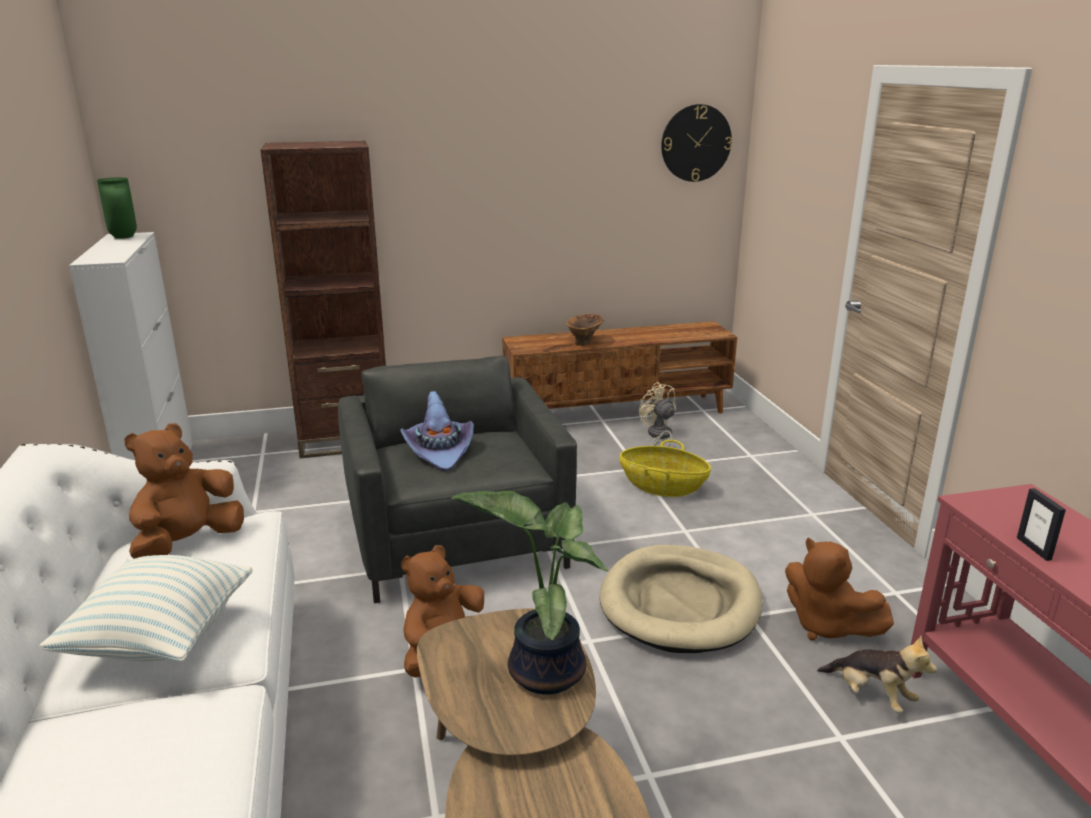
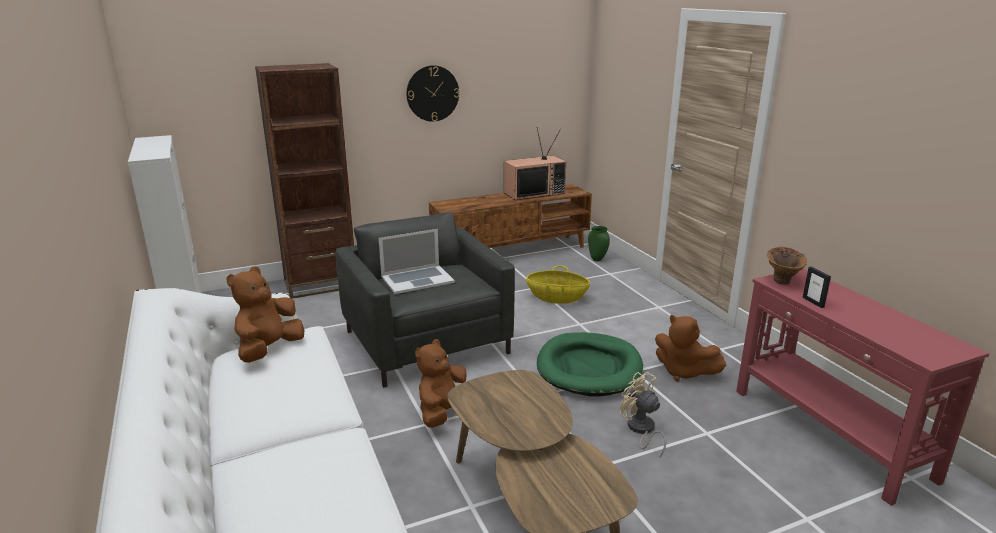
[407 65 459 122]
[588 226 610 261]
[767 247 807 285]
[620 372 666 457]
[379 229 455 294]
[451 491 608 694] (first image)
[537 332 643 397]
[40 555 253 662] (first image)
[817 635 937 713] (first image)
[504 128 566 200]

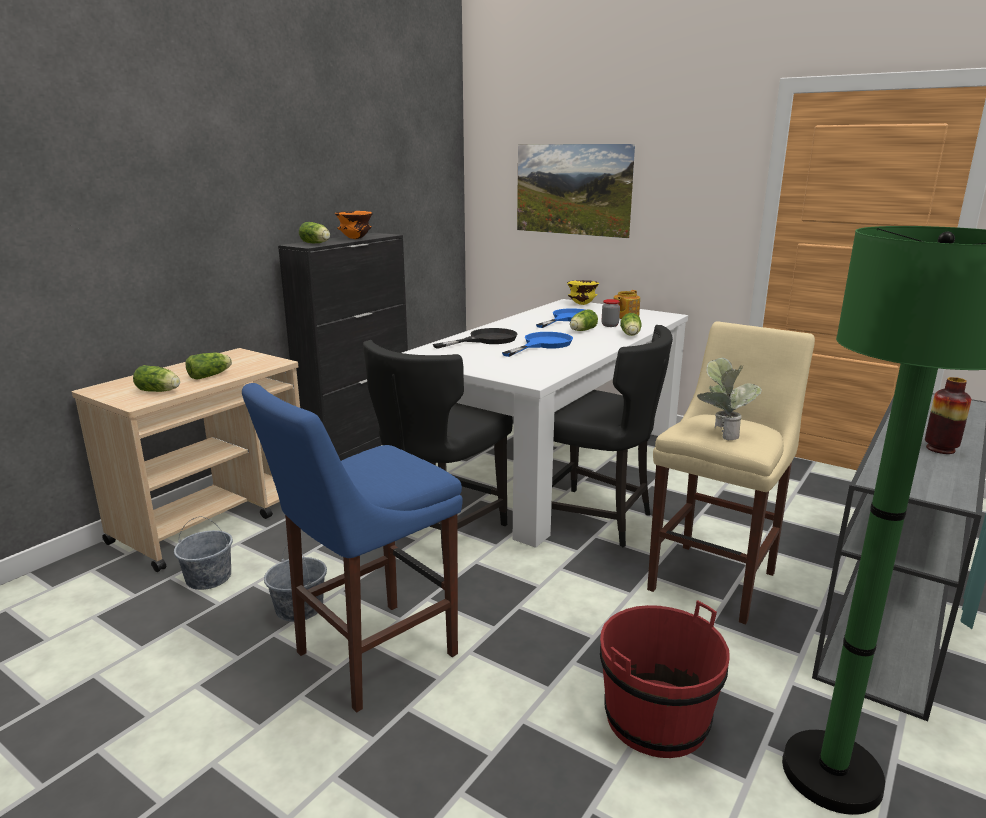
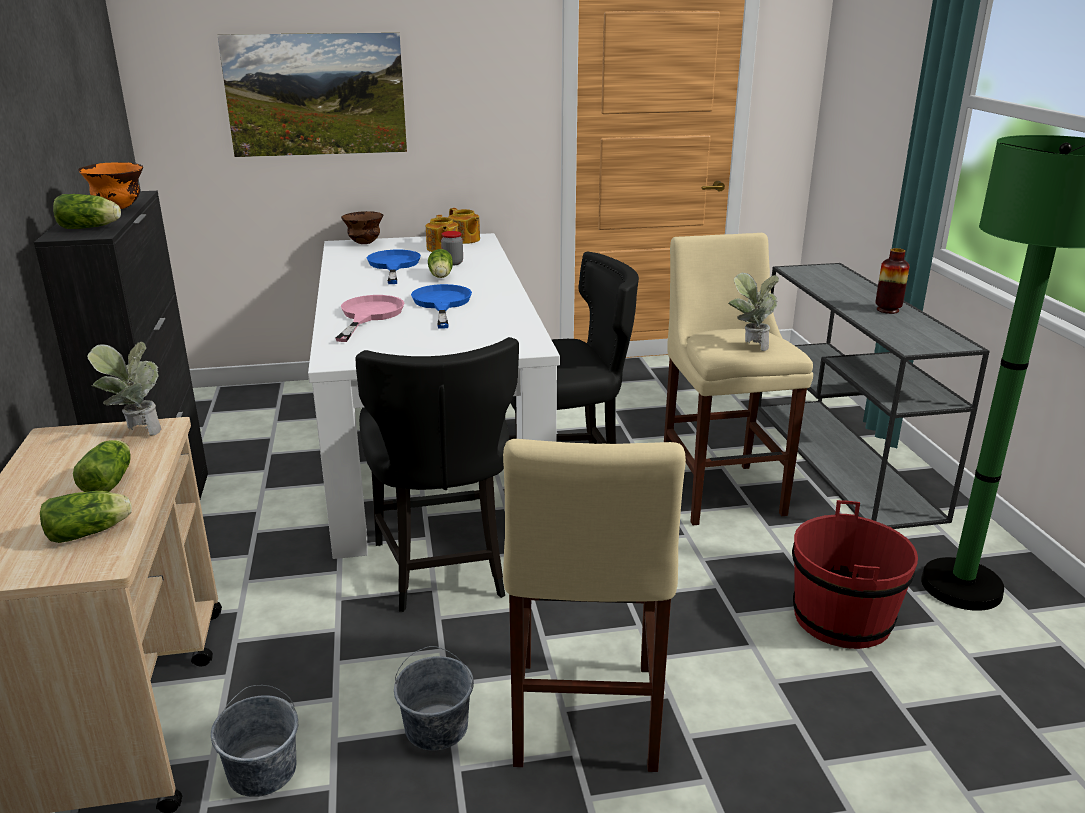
[341 211 383 244]
[620 313 642 336] (first image)
[336 295 404 342]
[503 439 686 772]
[448 208 480 244]
[87 342 161 436]

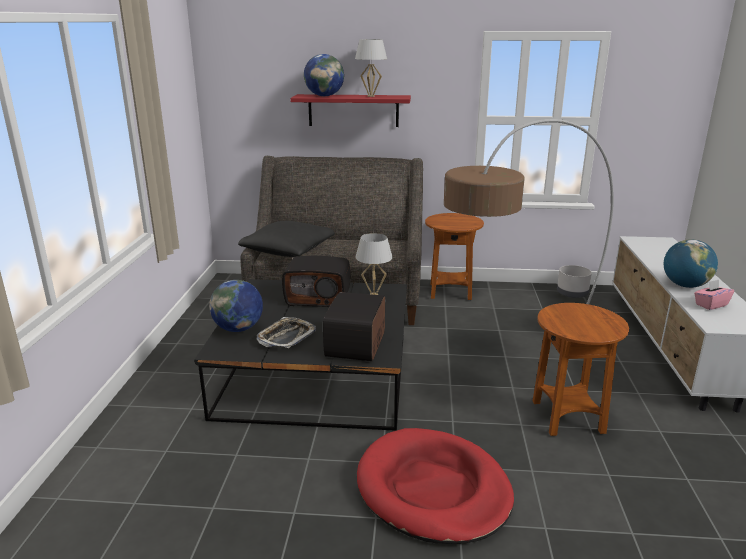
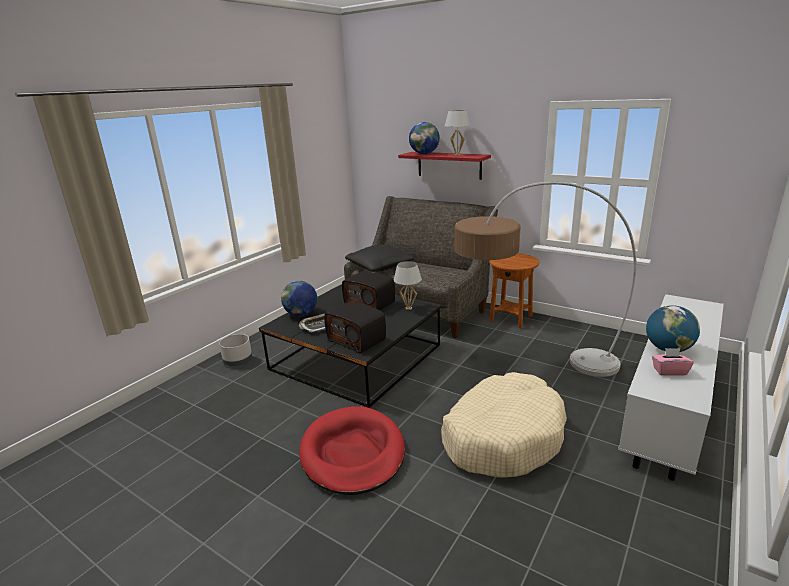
[219 334 252 366]
[324 302 386 354]
[441 372 567 478]

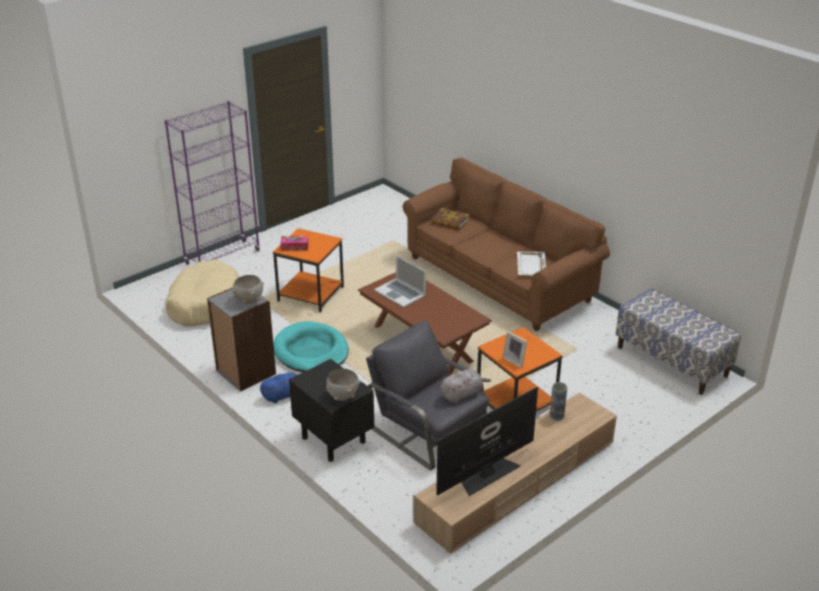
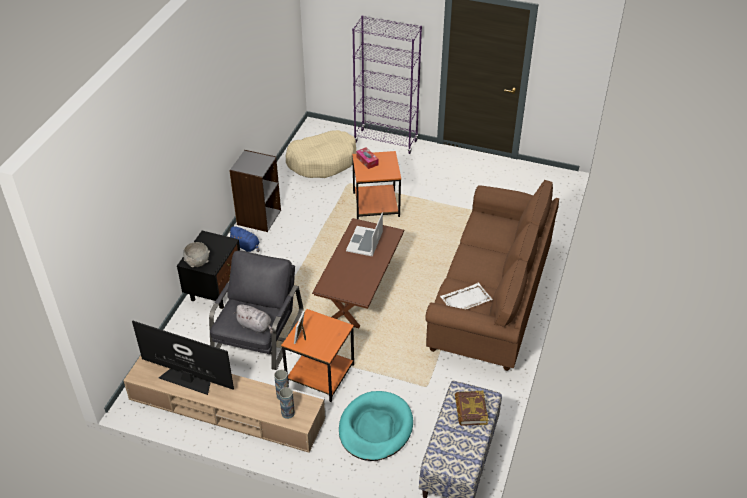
[455 391 488 426]
[232 275 264 304] (first image)
[339 391 413 461]
[279 387 295 419]

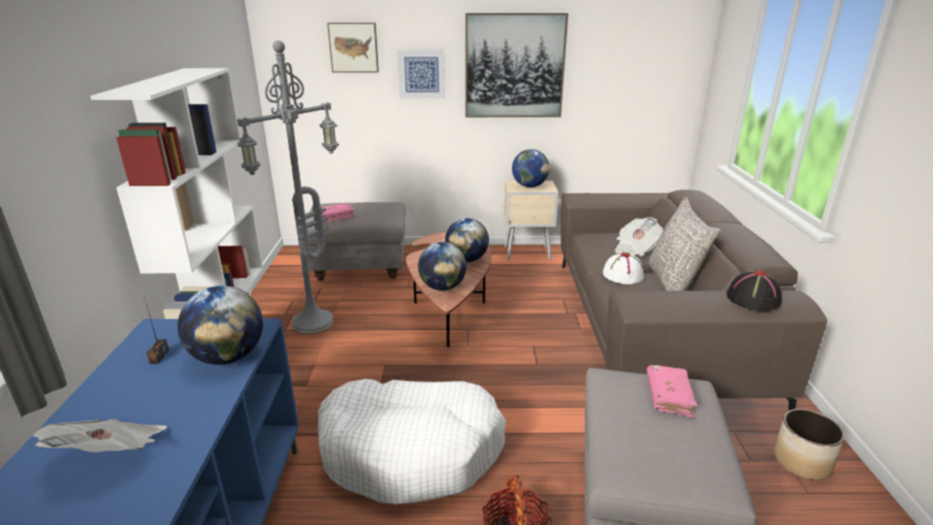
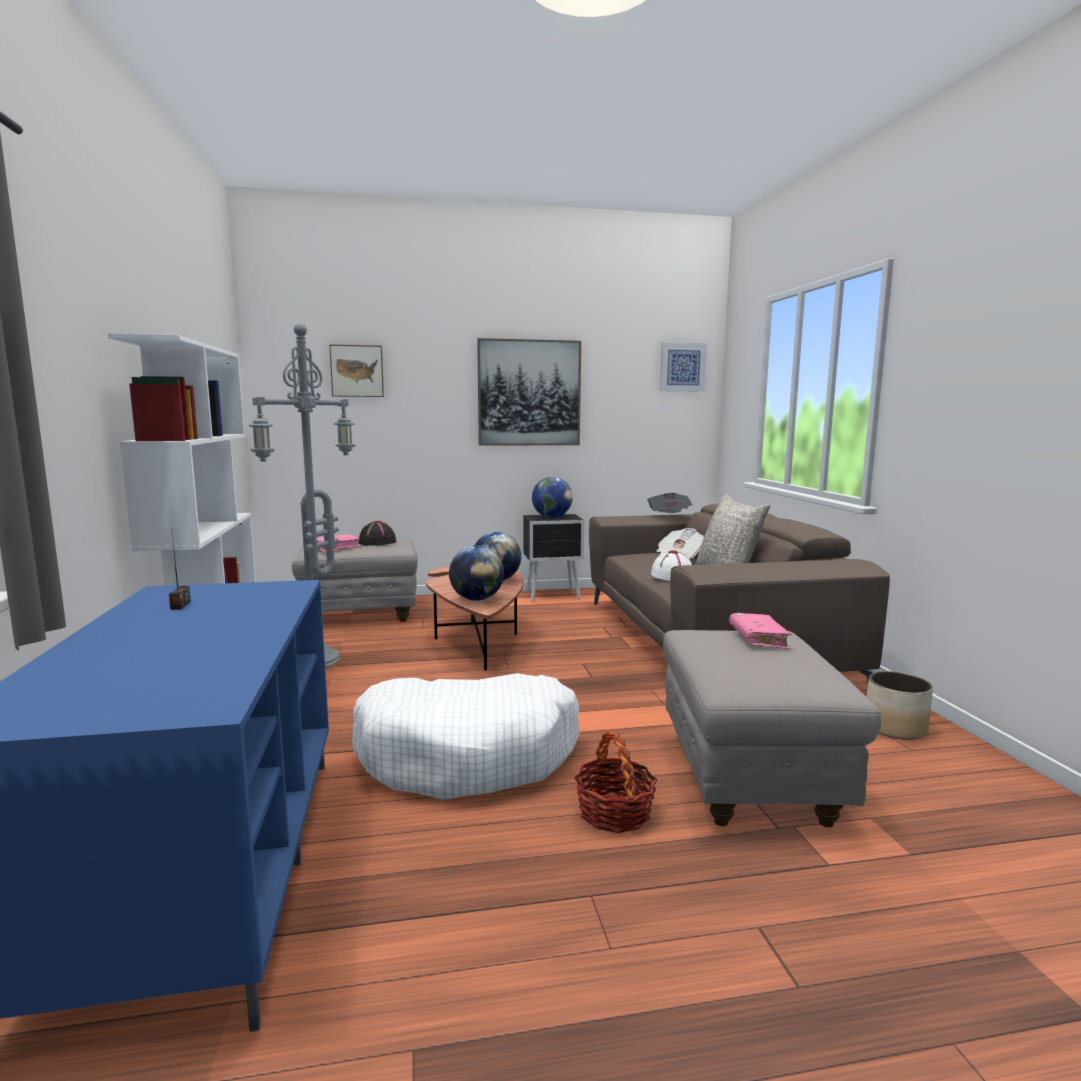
[660 343 707 392]
[523 514 584 602]
[358 521 396 546]
[177 286 263 365] (first image)
[647 493 692 513]

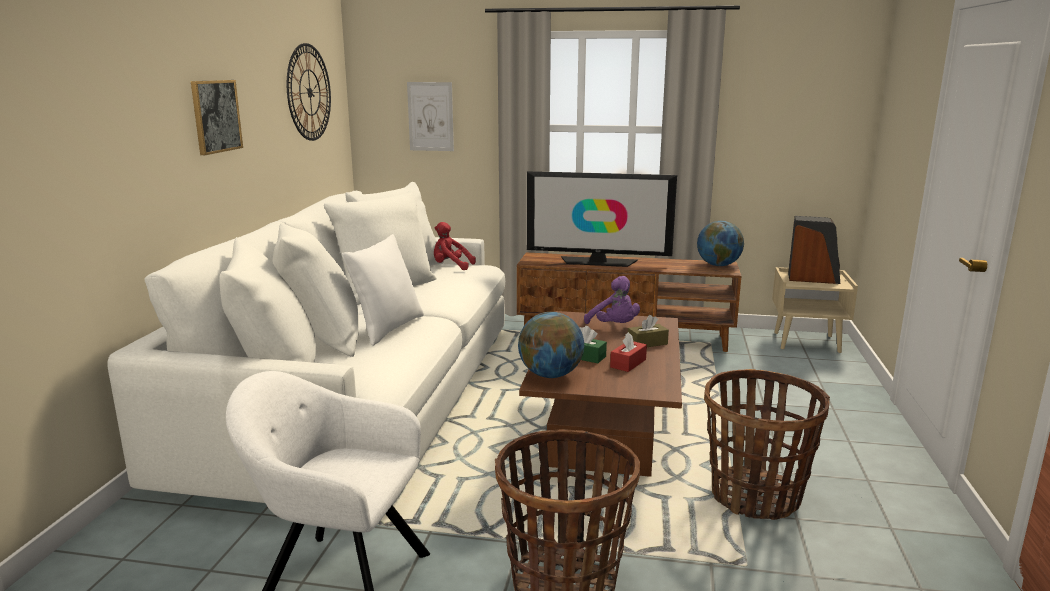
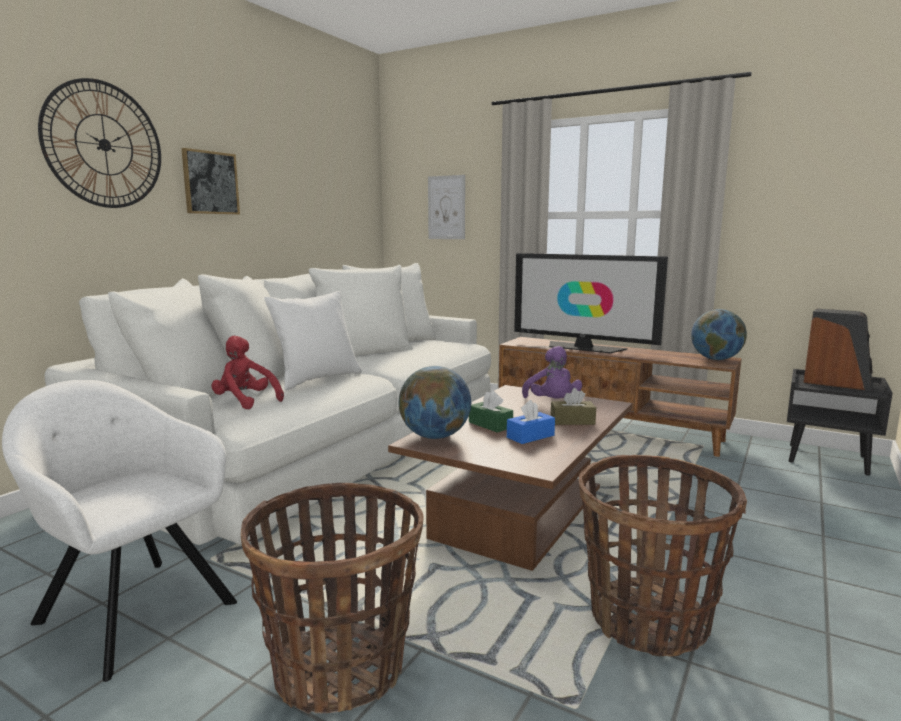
[38 78 161 208]
[211 335 284 409]
[787 369 893 476]
[507 400 555 444]

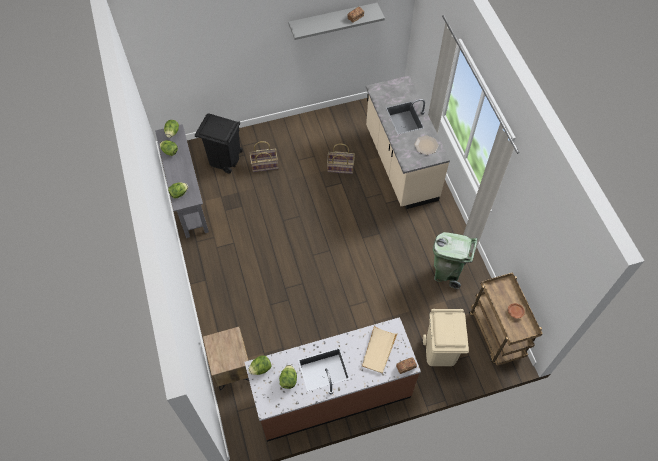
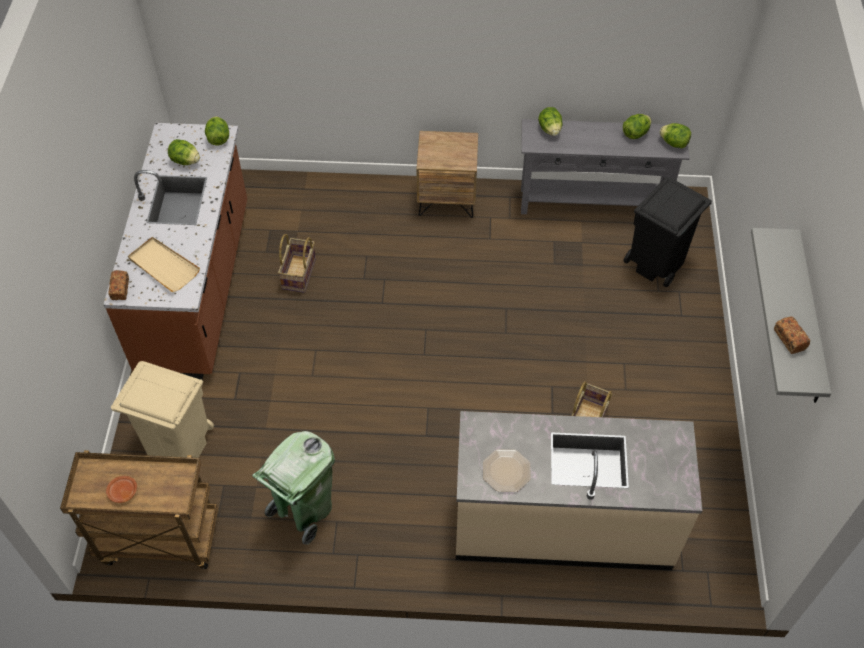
[278 234 316 293]
[416 131 478 218]

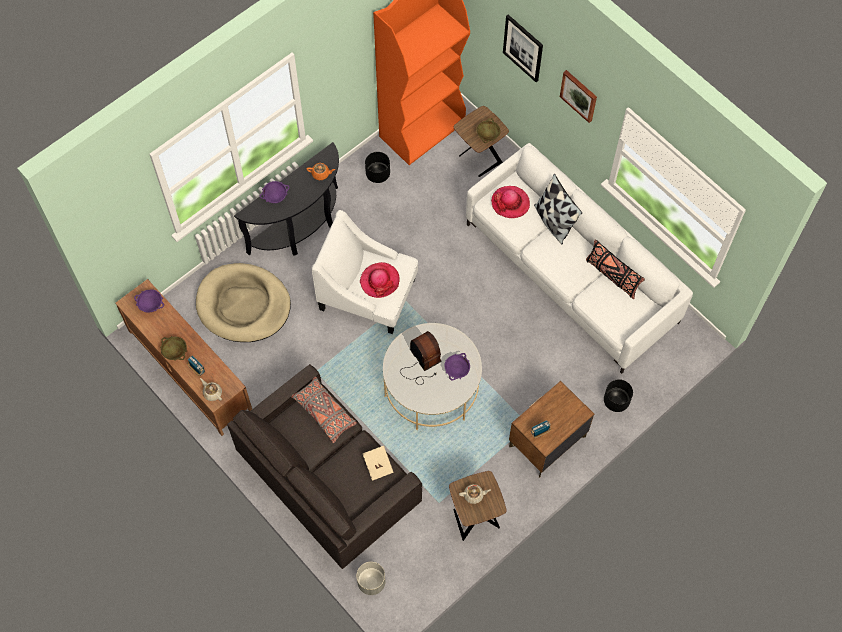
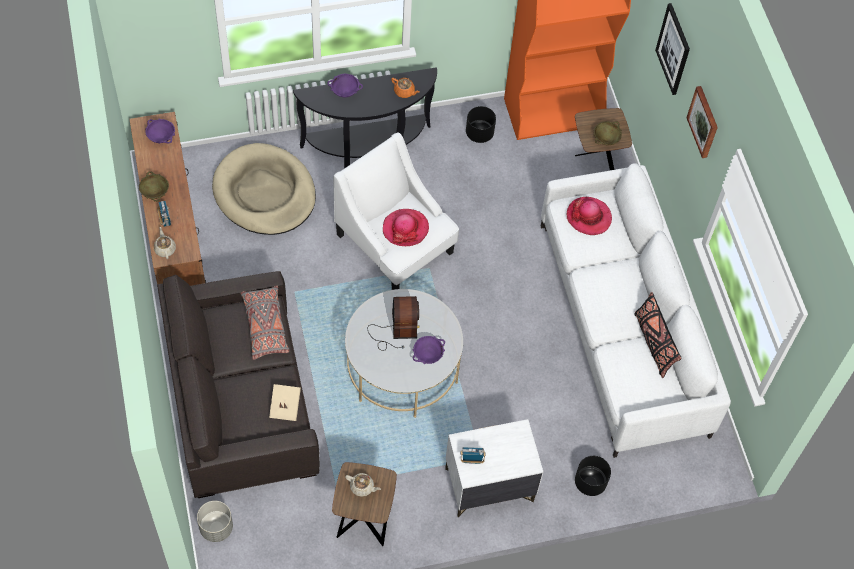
[534 174 582 244] (first image)
[445 419 543 518]

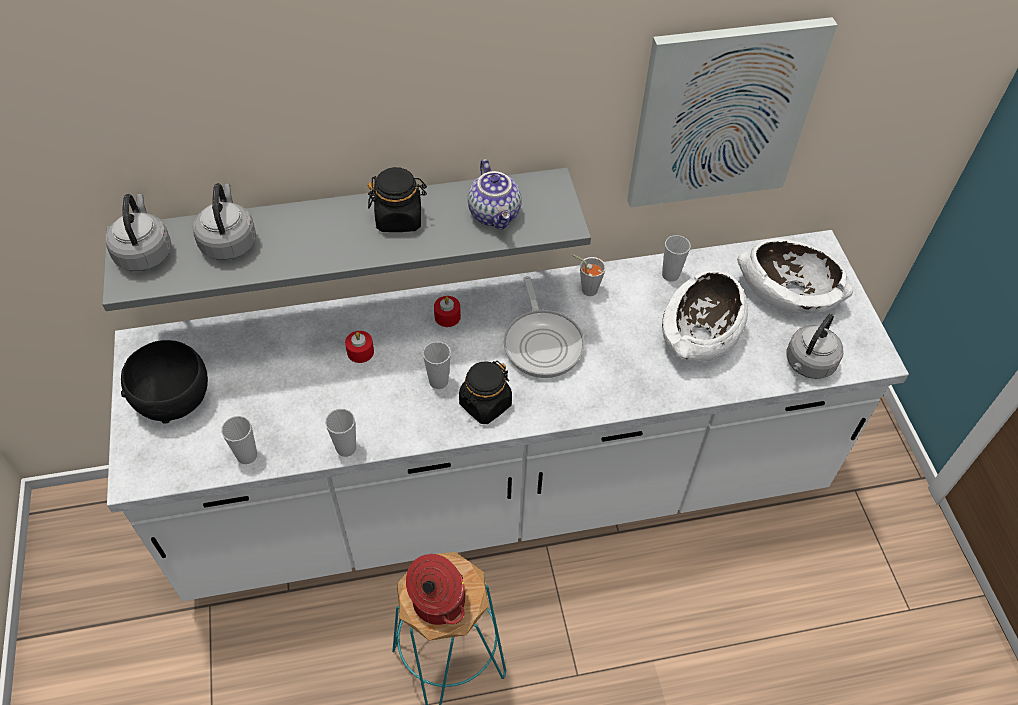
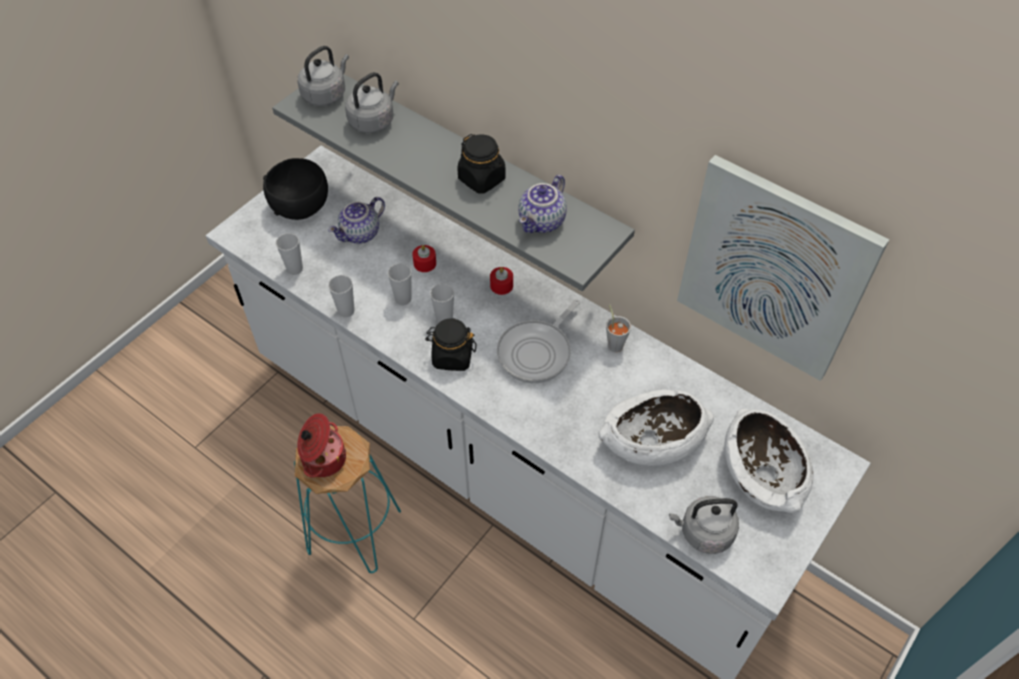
[387 263 412 305]
[328 197 385 244]

